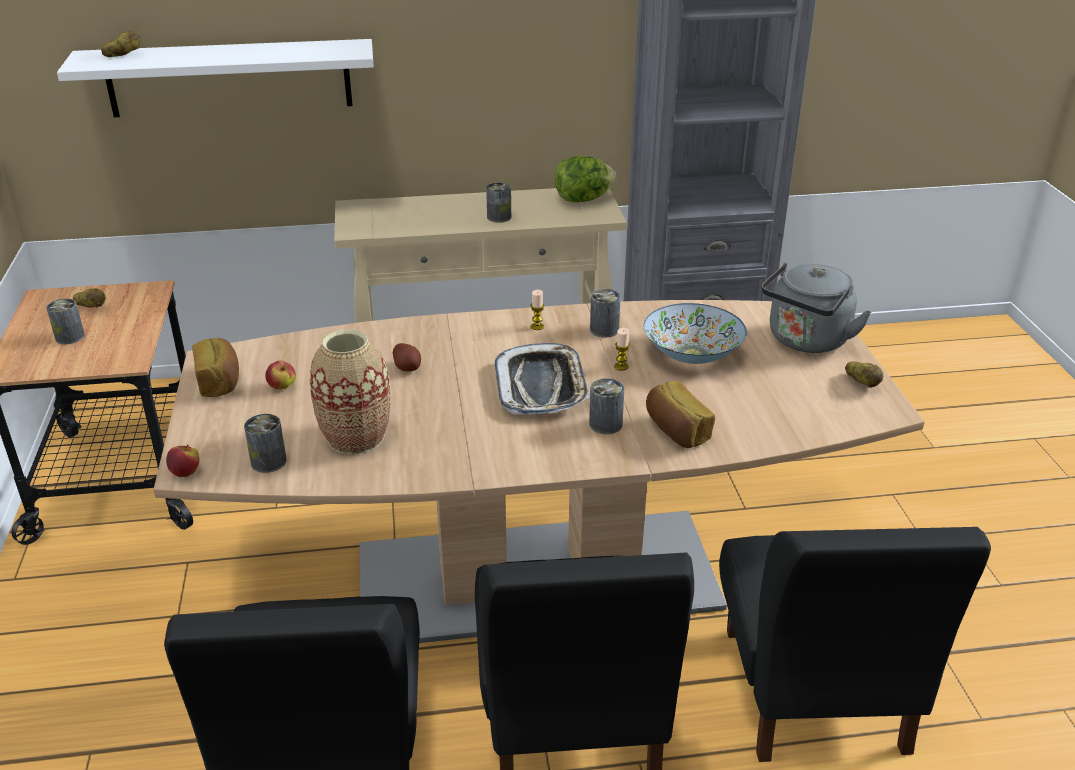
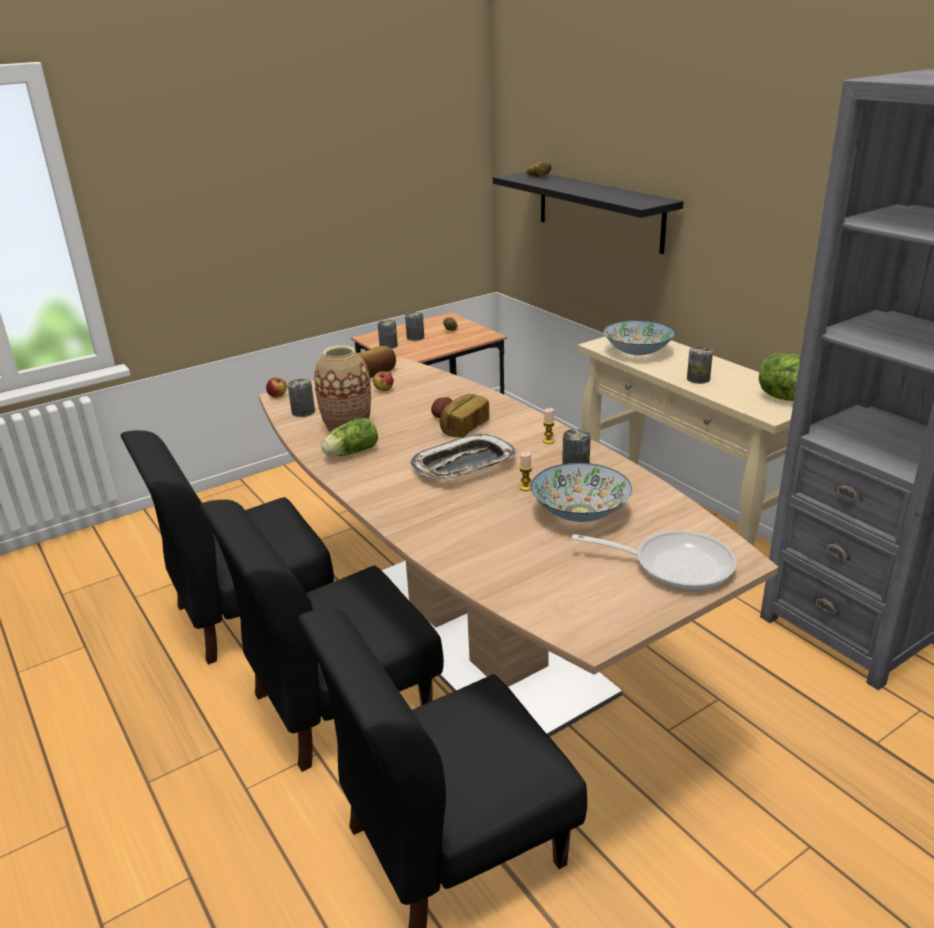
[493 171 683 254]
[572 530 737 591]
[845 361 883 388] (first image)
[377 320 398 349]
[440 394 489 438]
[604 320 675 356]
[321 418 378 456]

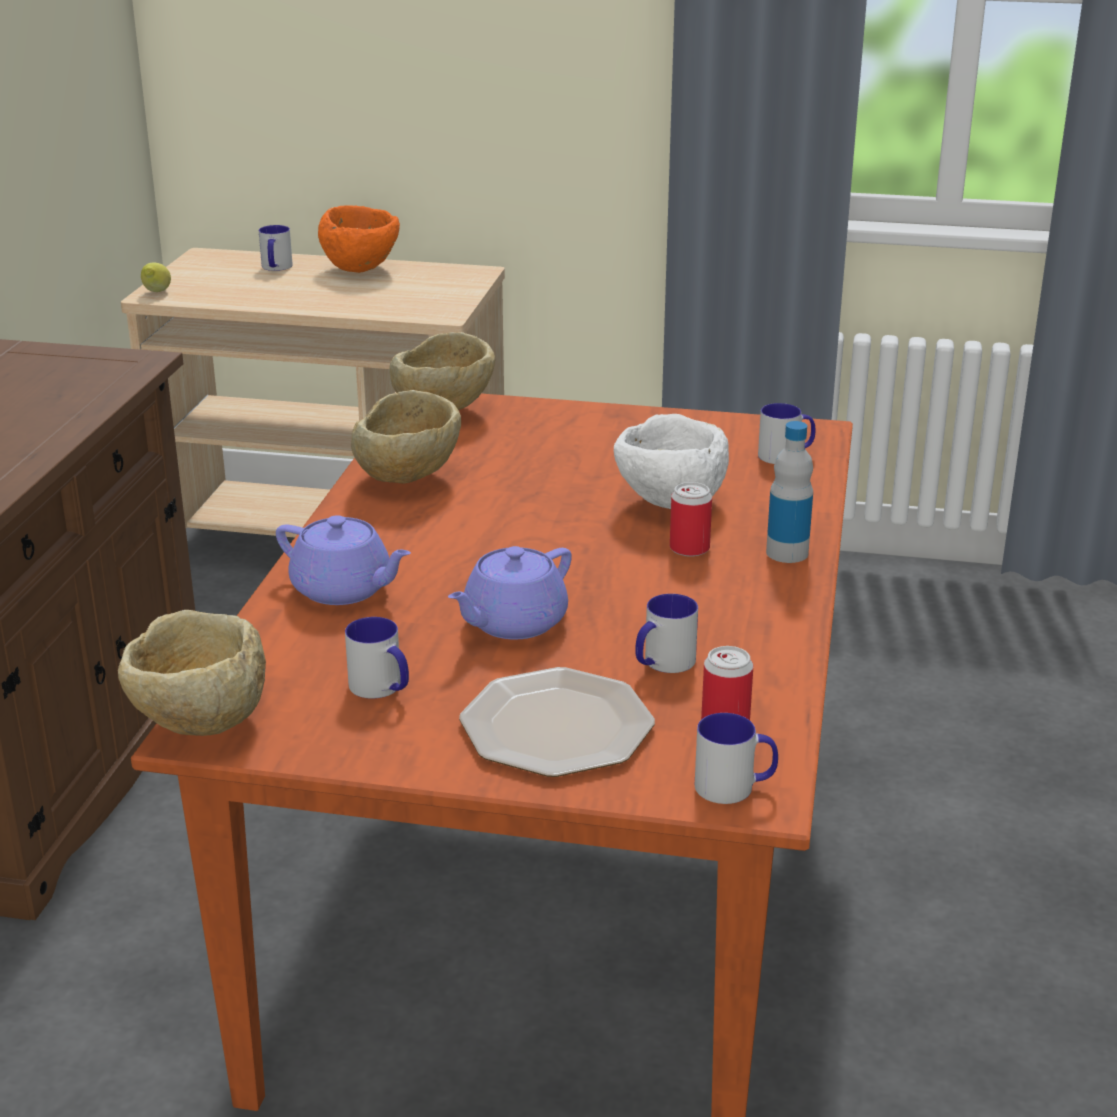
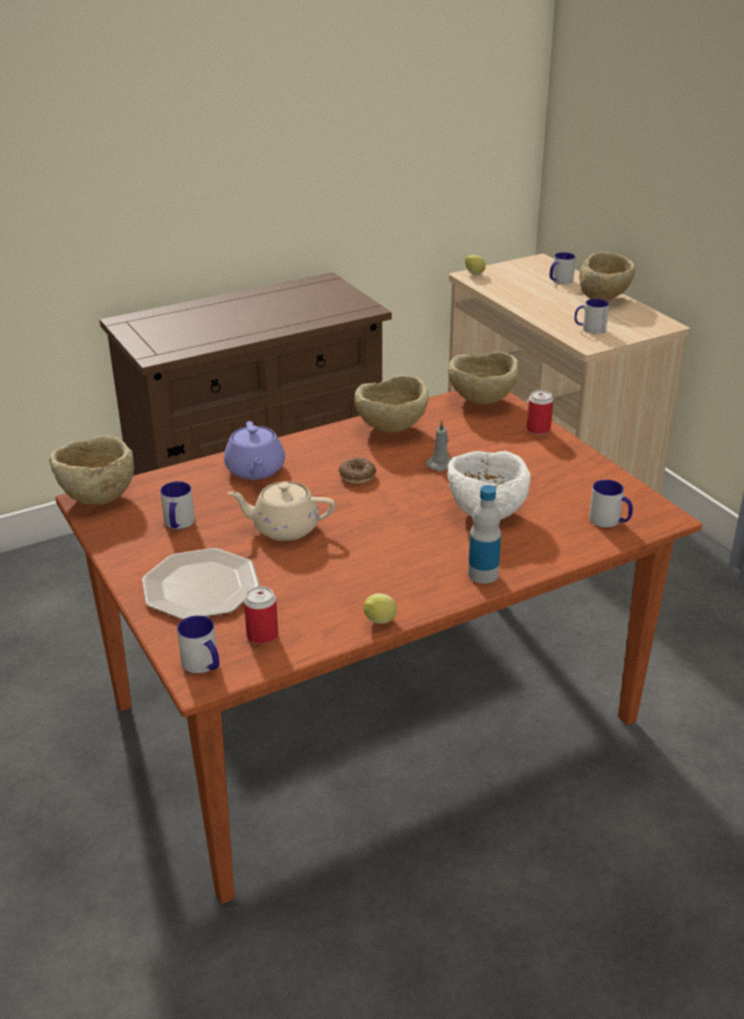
[579 252 635 301]
[527 390 553 435]
[228 481 335 541]
[574 299 609 334]
[426 420 451 471]
[338 457 377 484]
[363 593 397 624]

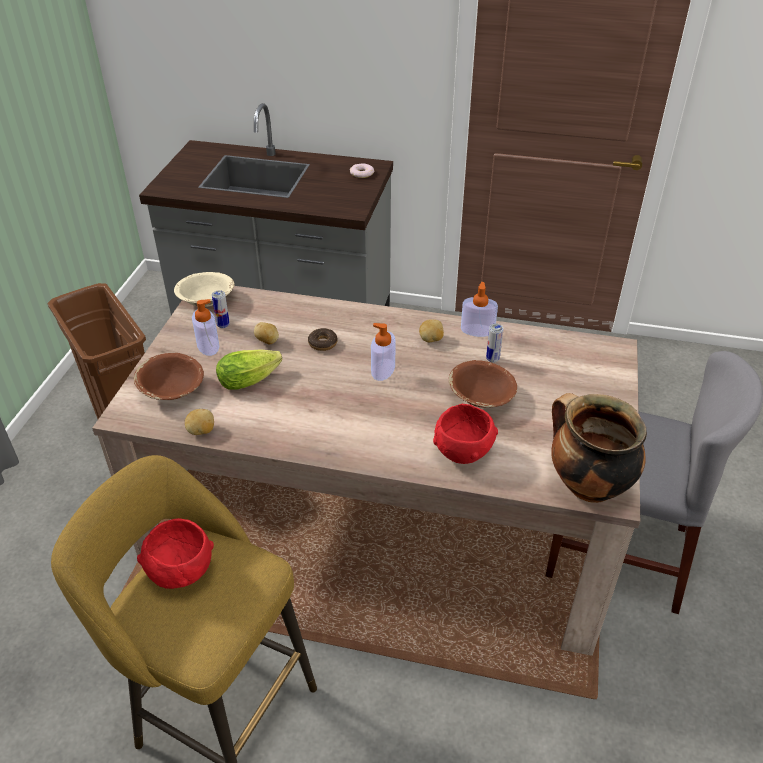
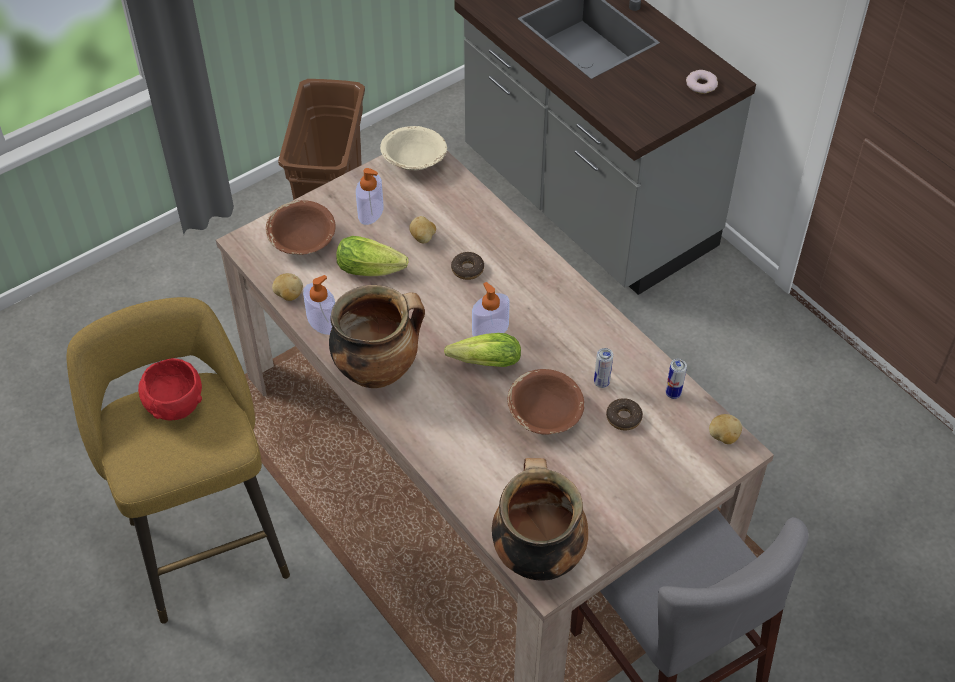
[303 275 335 335]
[666 359 687 399]
[709 414 742 444]
[433 404 498 464] (first image)
[329 285 425 388]
[444 333 521 367]
[606 398 643 430]

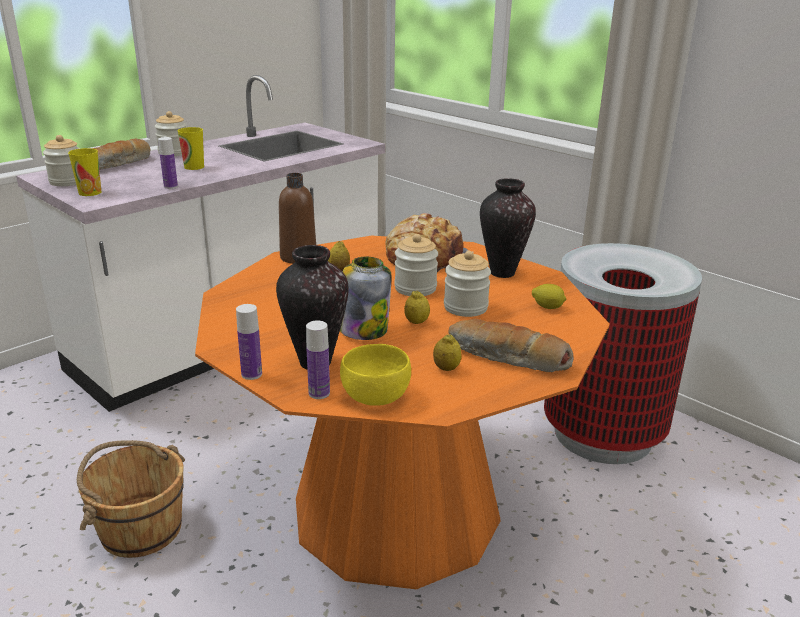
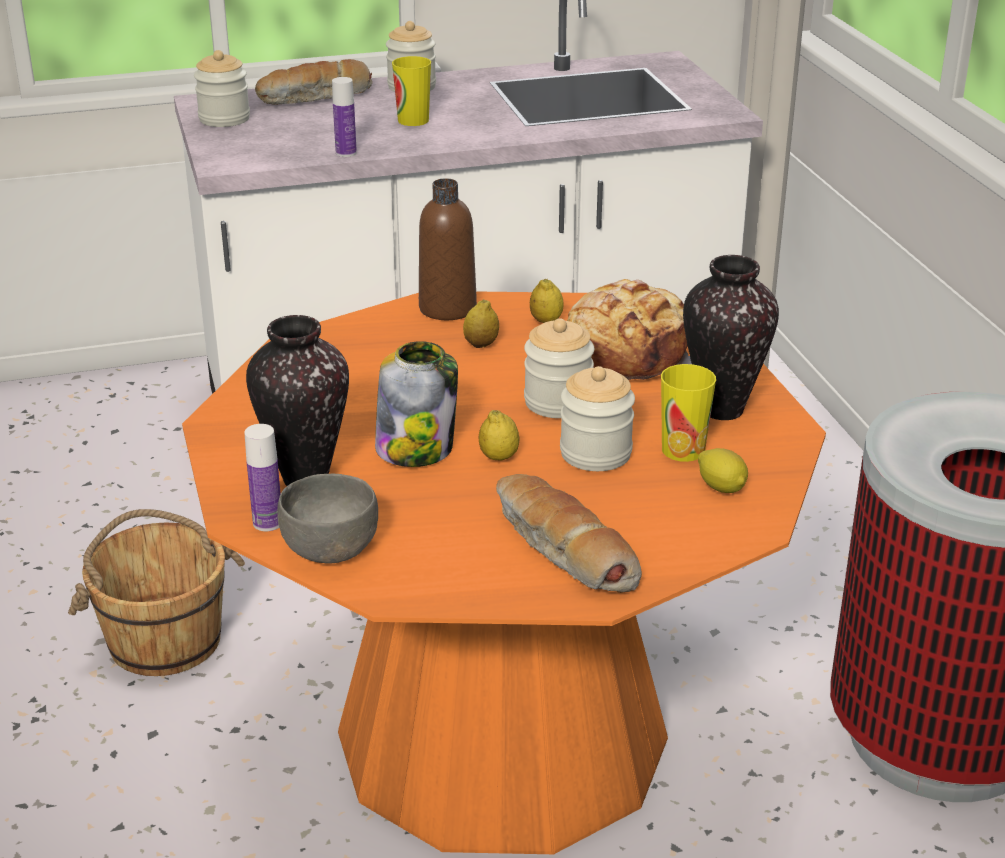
[661 364 716 462]
[236 304 262 380] (first image)
[530 279 564 323]
[277 474 378 563]

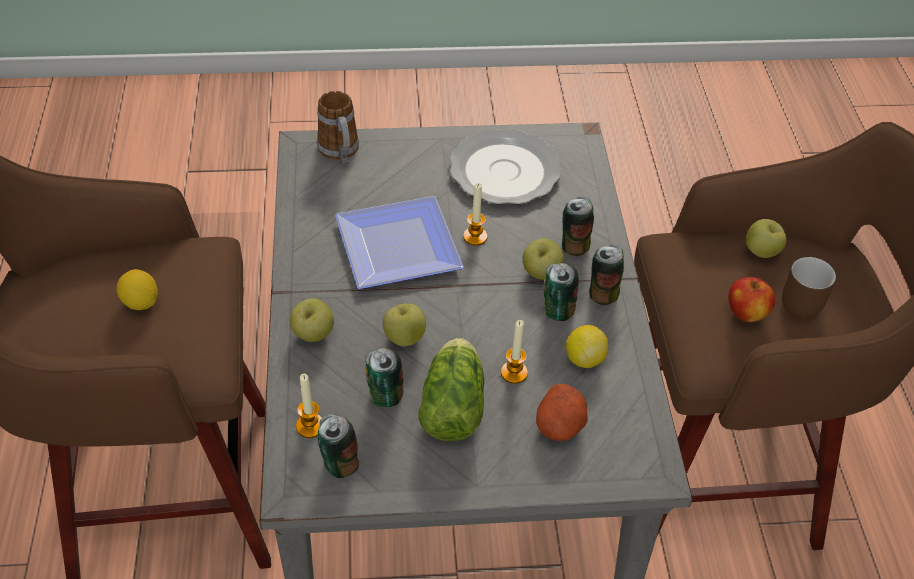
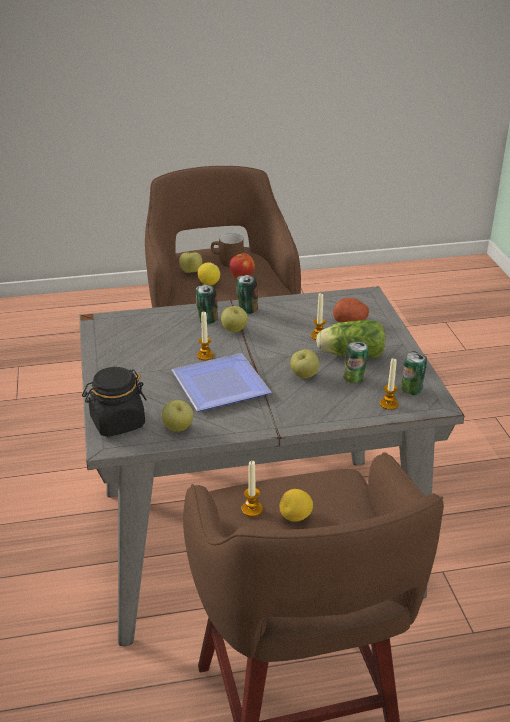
[82 367 147 437]
[450 129 561 205] (first image)
[543 263 579 321] (first image)
[162 400 193 432]
[198 262 220 285]
[241 461 263 517]

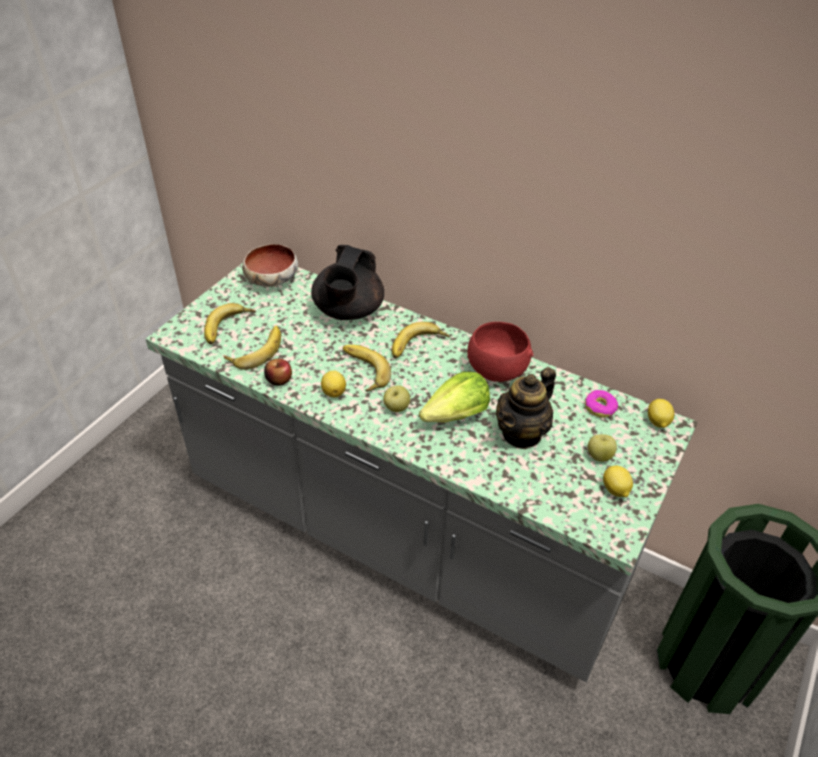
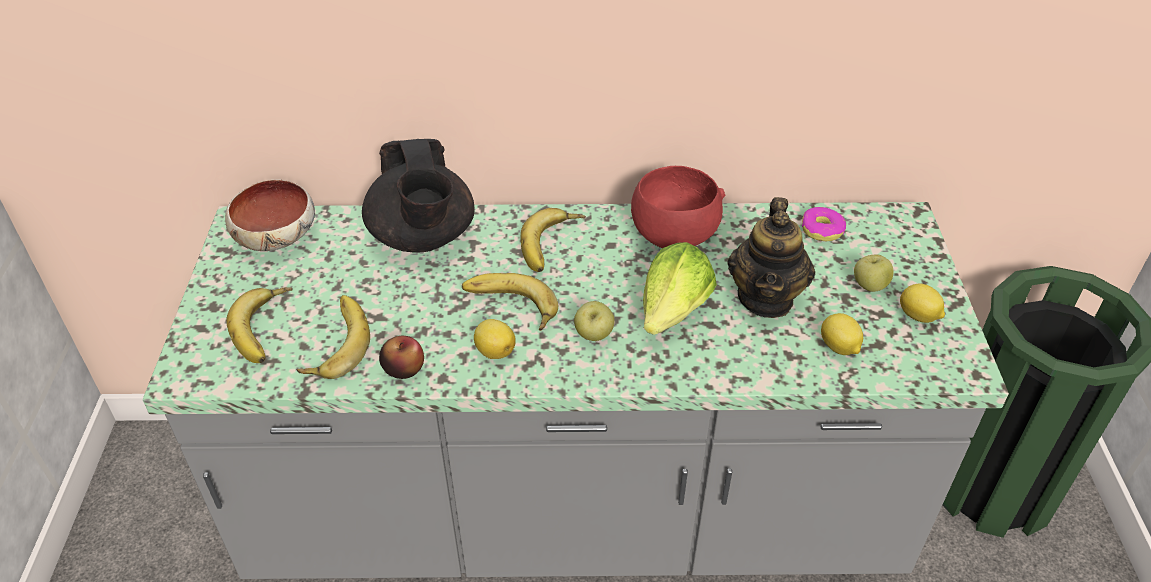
[821 313 863 355]

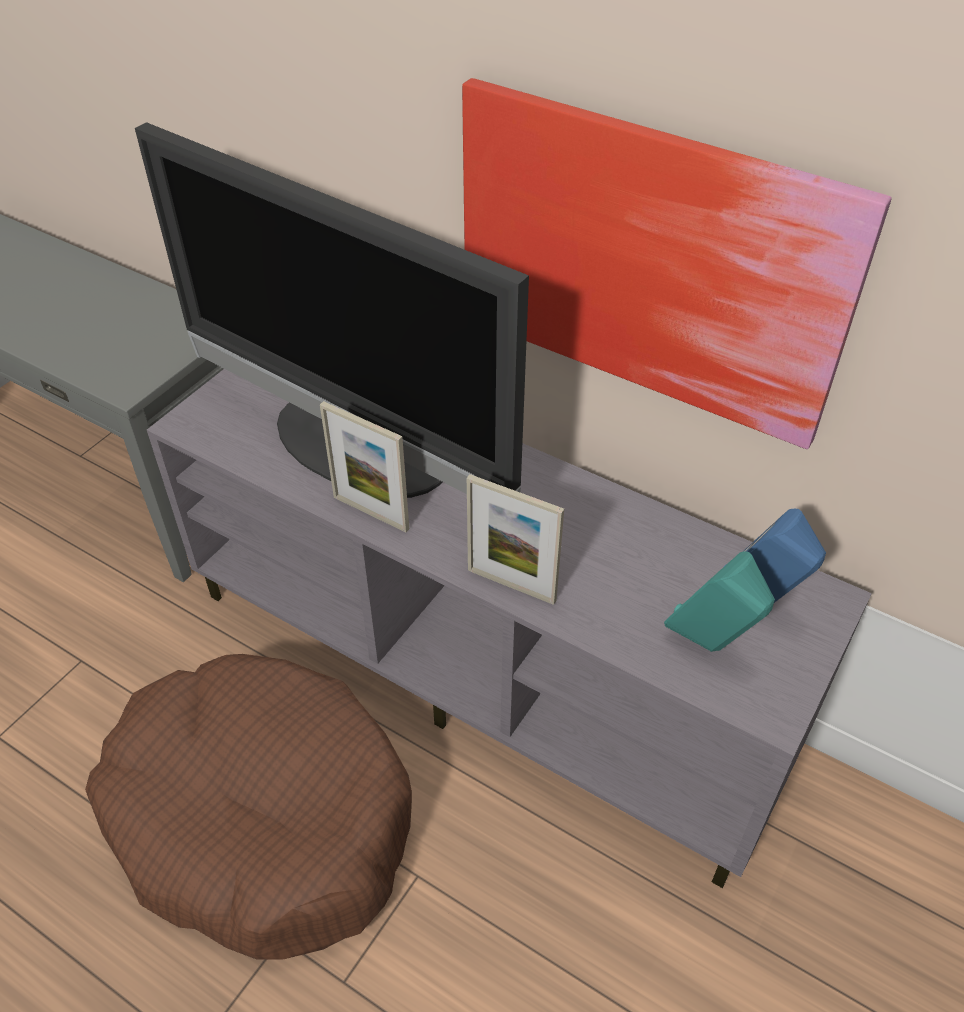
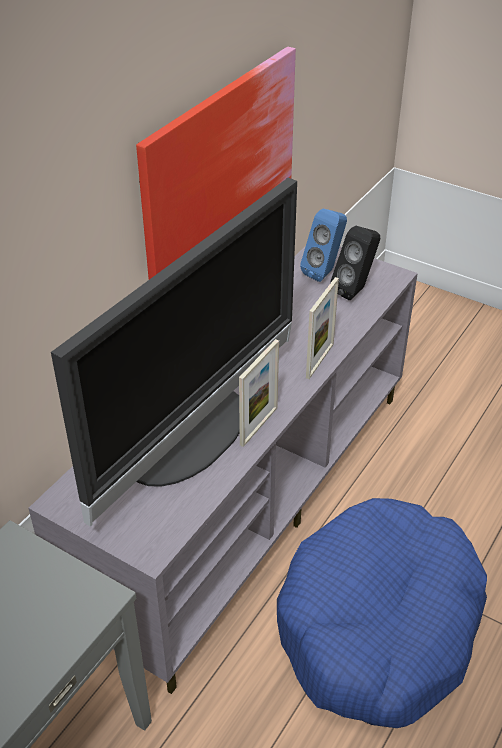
[330 226 380 300]
[277 498 487 728]

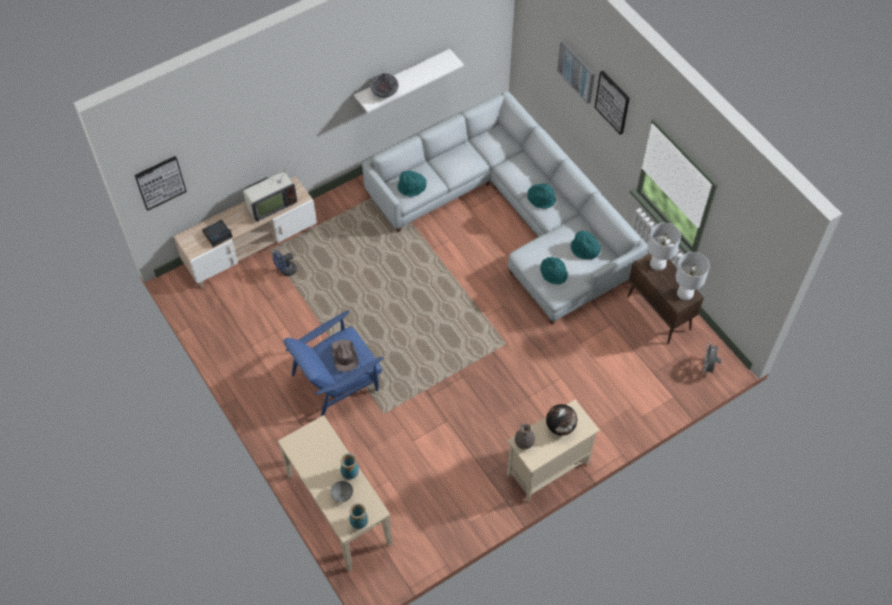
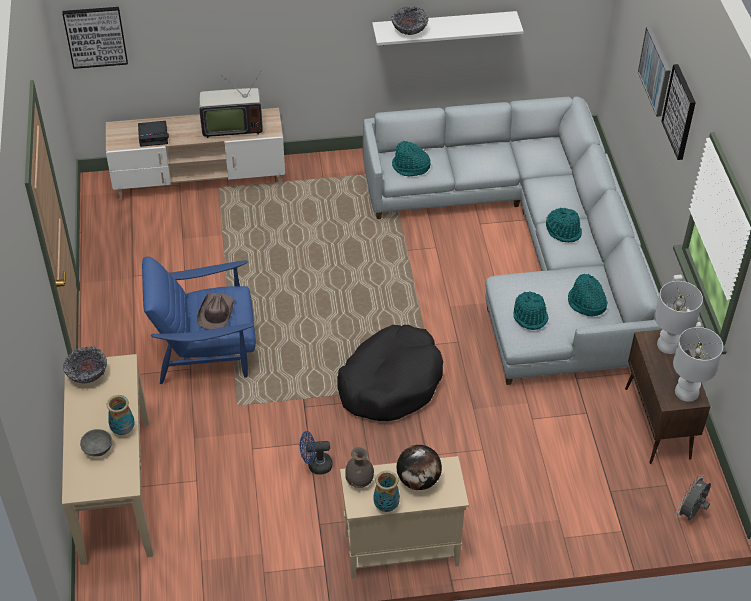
[300 431 332 475]
[373 471 400 512]
[337 325 443 421]
[63 346 107 384]

